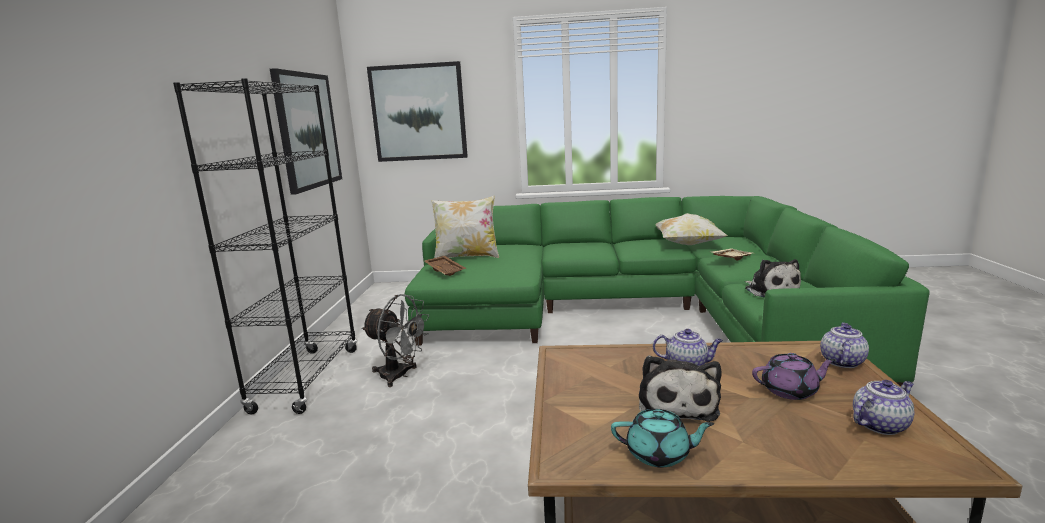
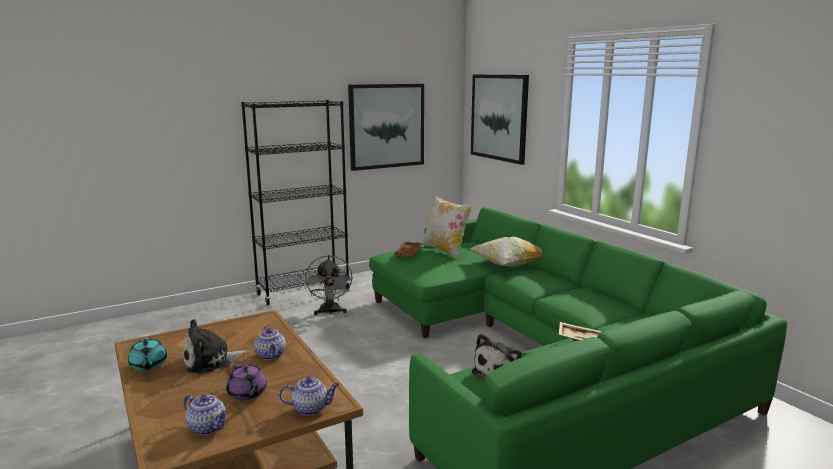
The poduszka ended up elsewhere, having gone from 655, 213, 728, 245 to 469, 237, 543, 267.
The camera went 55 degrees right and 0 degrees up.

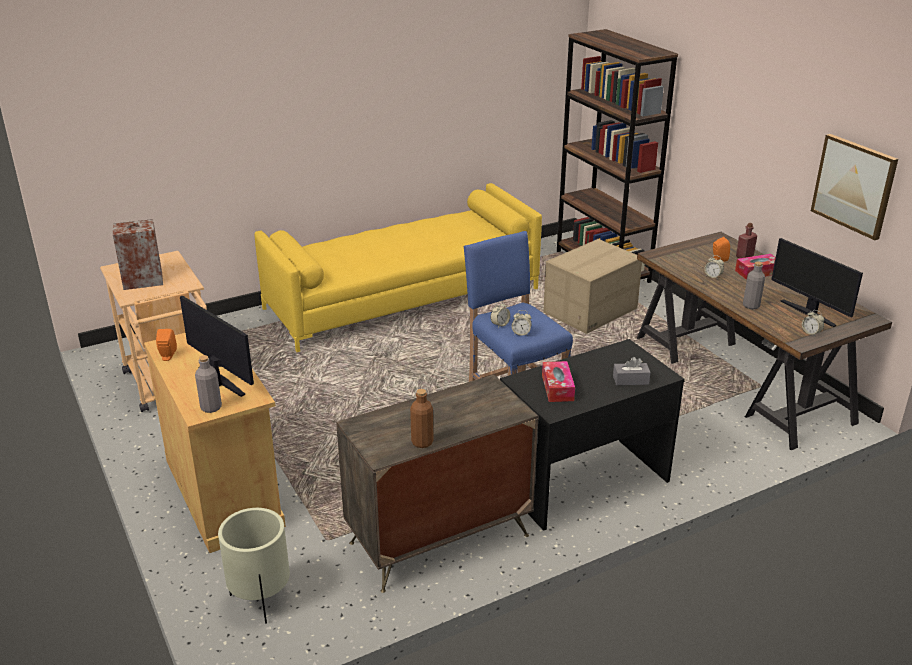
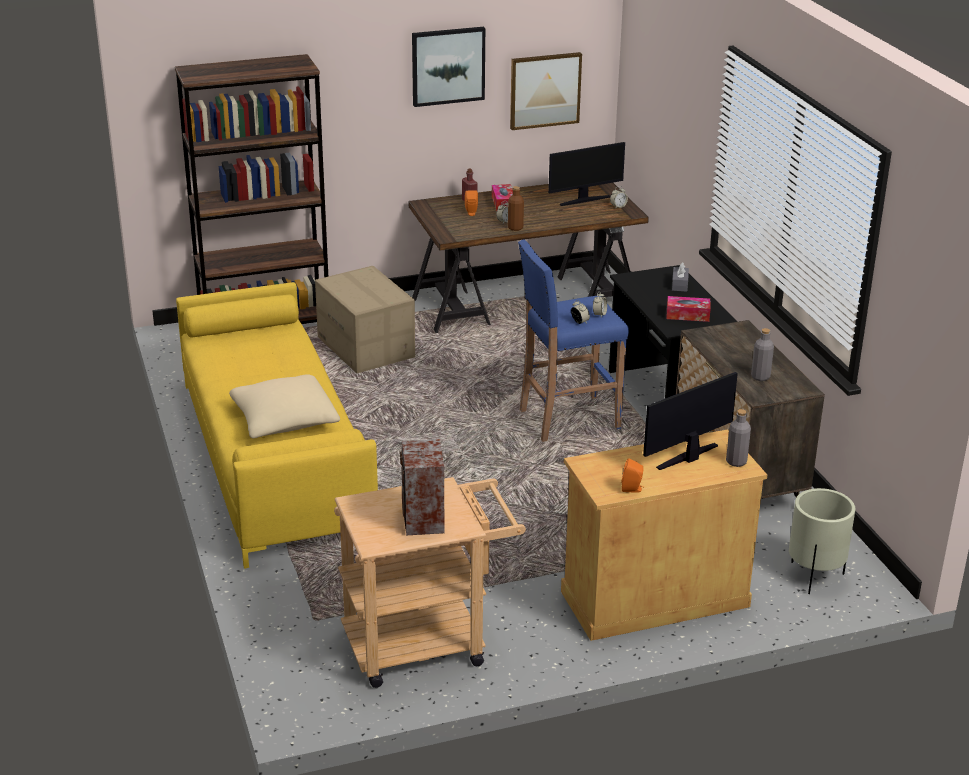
The butelka [brązowy] ended up elsewhere, having gone from 410, 389, 433, 448 to 508, 186, 524, 231.
The butelka [szary] ended up elsewhere, having gone from 743, 261, 765, 309 to 751, 328, 774, 381.
The second view gained the poduszka [beżowy] at 229, 374, 340, 439.
The second view gained the obraz at 412, 27, 485, 107.
The camera went 80 degrees left and 0 degrees up.

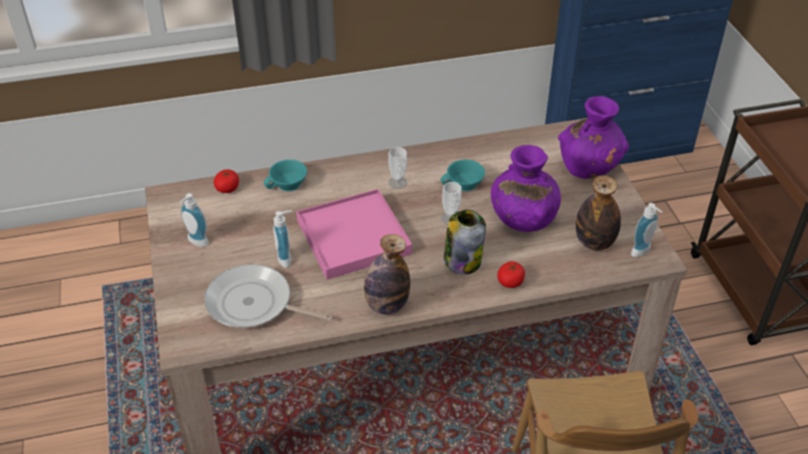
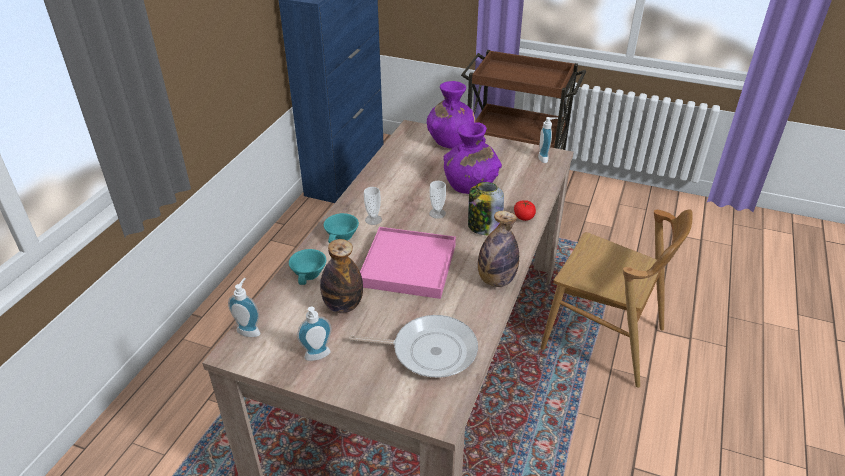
The patelnia at 204, 264, 333, 328 ended up facing another way, 135 degrees counterclockwise from before.
The second view lost the pomidor at 214, 169, 239, 193.
The dozownik mydła ended up elsewhere, having gone from 273, 210, 292, 268 to 228, 278, 260, 337.
The filiżanka [turkusowy] ended up elsewhere, having gone from 441, 160, 485, 191 to 324, 213, 359, 244.
The butelka ended up elsewhere, having gone from 576, 175, 621, 251 to 320, 239, 363, 313.
The camera went 55 degrees left and 5 degrees down.

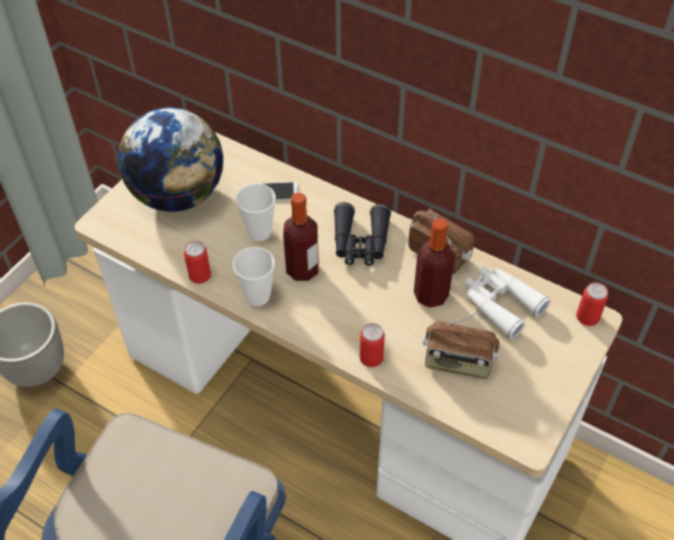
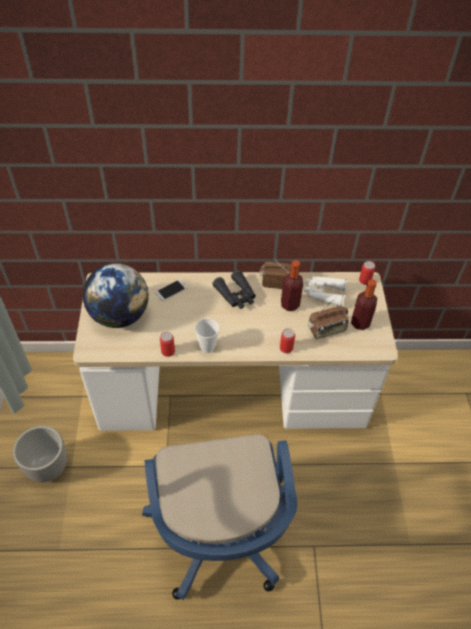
The second view lost the filiżanka at 236, 184, 276, 241.
The butelka ended up elsewhere, having gone from 283, 193, 319, 281 to 351, 279, 377, 330.
The camera went 35 degrees left and 0 degrees up.

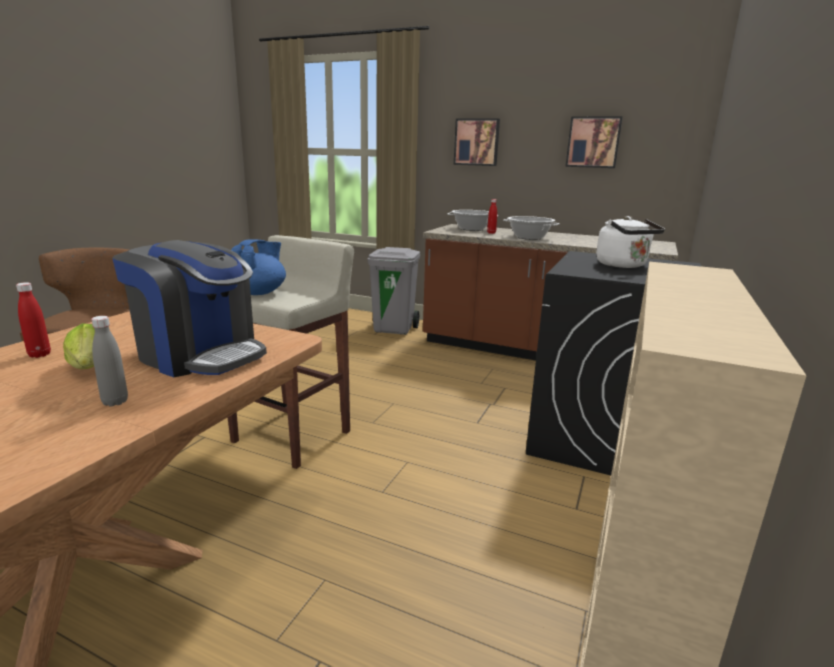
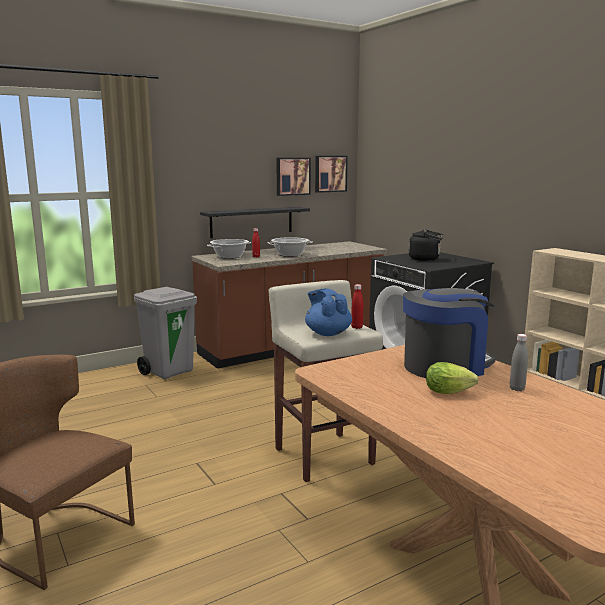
The butelka [czerwony] ended up elsewhere, having gone from 16, 282, 51, 358 to 351, 284, 363, 329.
The obraz ended up elsewhere, having gone from 454, 118, 500, 166 to 315, 156, 348, 193.
What was the czajnik [biały] at 596, 216, 665, 268 turned into the czajnik [czarny] at 409, 229, 443, 261.
The second view gained the półka [czarny] at 200, 207, 310, 238.
The camera went 55 degrees left and 5 degrees down.

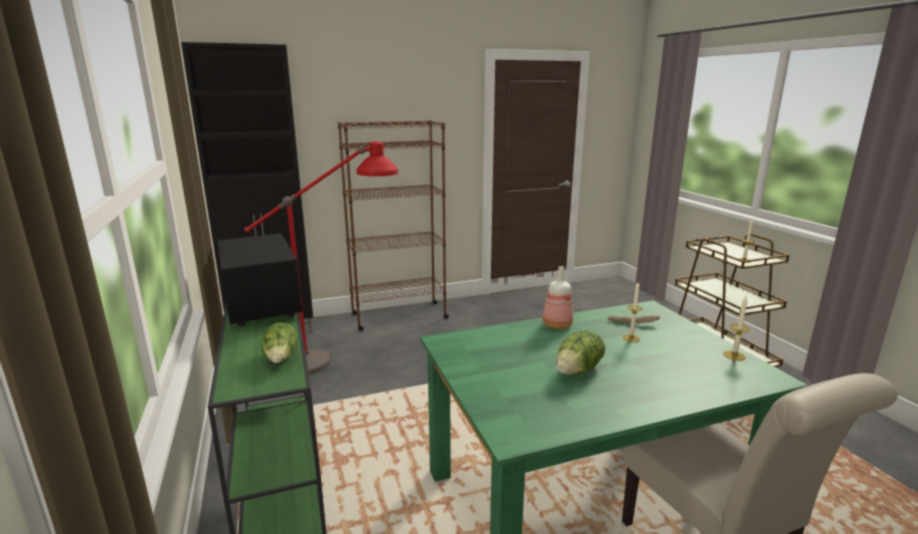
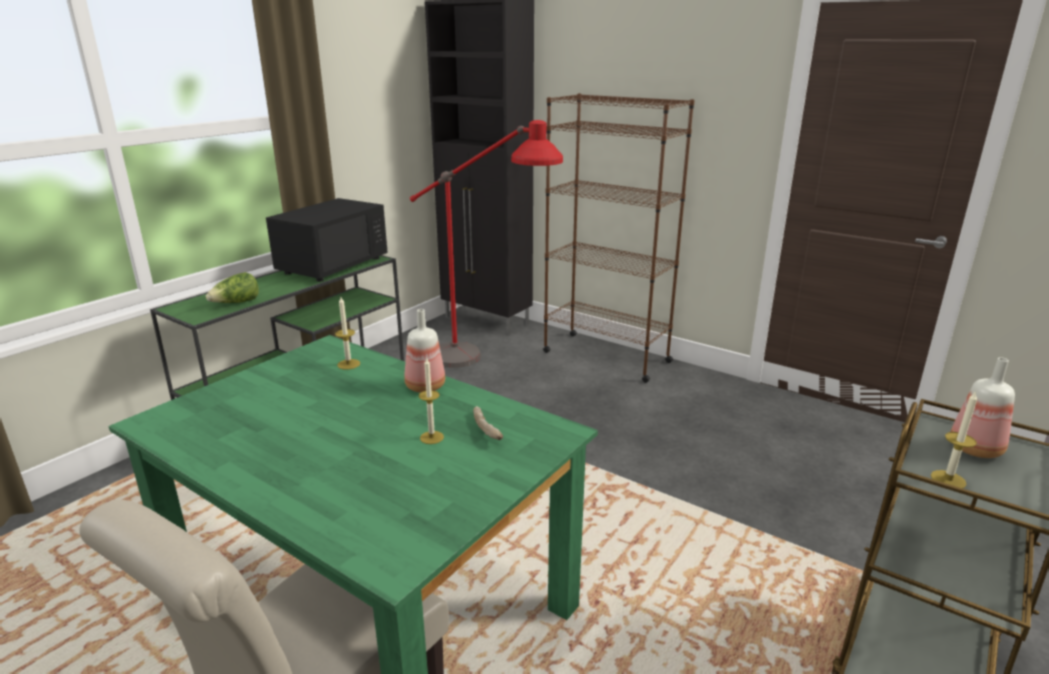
The second view lost the sałata at 556, 331, 605, 375.
The świeca ended up elsewhere, having gone from 723, 296, 750, 361 to 335, 297, 360, 369.
The second view gained the butelka at 950, 357, 1015, 458.
The camera went 55 degrees right and 5 degrees up.

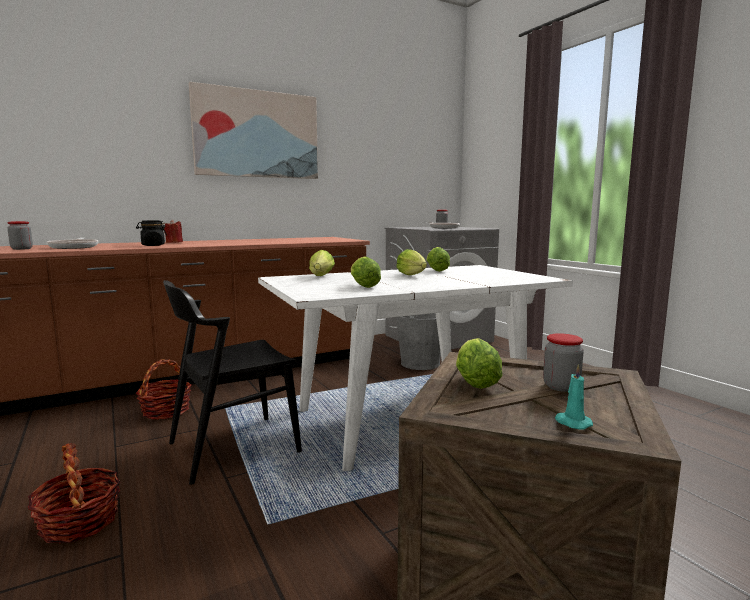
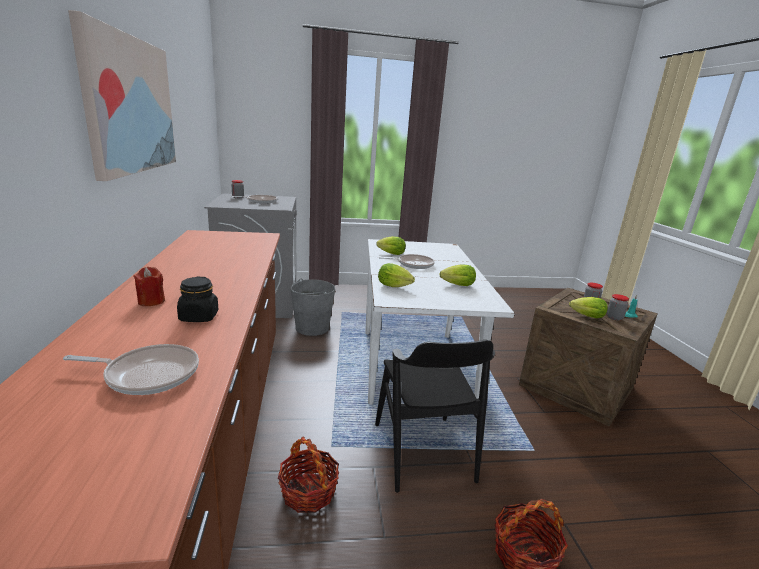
The słoik ended up elsewhere, having gone from 7, 221, 33, 250 to 607, 294, 629, 321.
Where the sałata stood at 396, 249, 427, 275, the patelnia came to stand at 379, 254, 435, 269.
The camera went 70 degrees left and 10 degrees up.

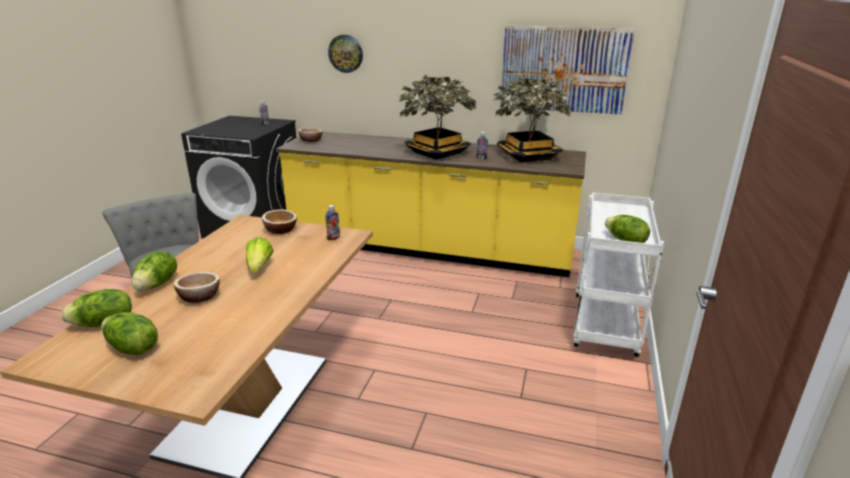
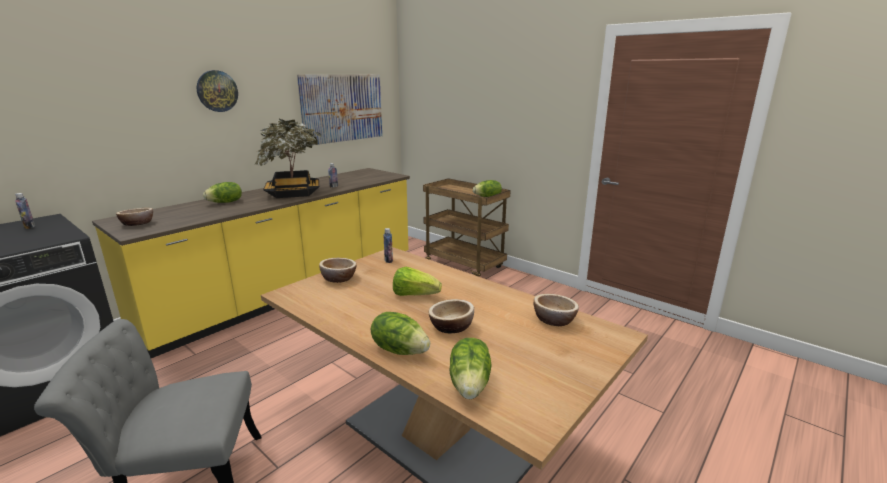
The sałata ended up elsewhere, having gone from 101, 312, 158, 355 to 203, 182, 242, 203.
The zegar ścienny ended up elsewhere, having gone from 328, 35, 363, 73 to 196, 70, 238, 112.
The second view lost the roślina doniczkowa at 493, 75, 571, 162.
What was the wózek [biały] at 573, 192, 664, 357 turned into the wózek [brązowy] at 423, 178, 511, 277.
The second view gained the miska at 534, 294, 579, 326.
The camera went 65 degrees left and 5 degrees down.

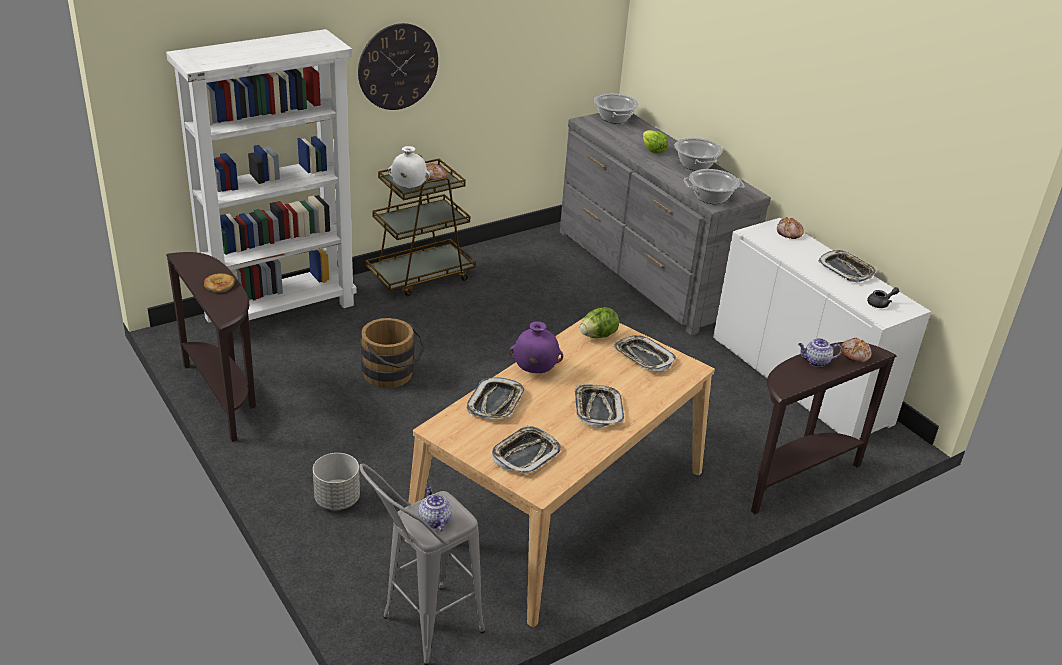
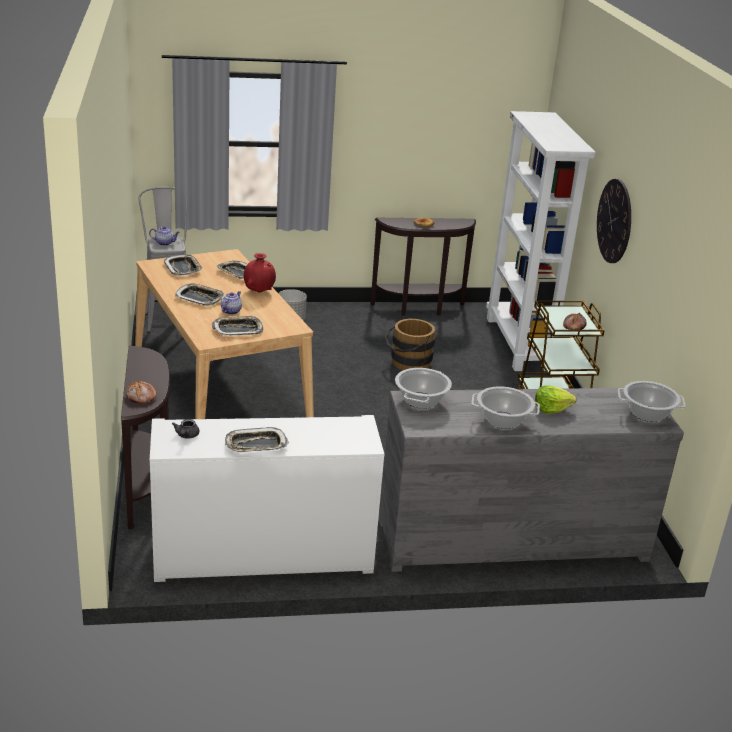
The second view lost the wazon [biały] at 388, 146, 430, 188.
What was the wazon [fioletowy] at 509, 321, 563, 373 turned into the wazon [czerwony] at 244, 253, 276, 293.
The second view lost the sałata at 580, 307, 619, 338.
The second view lost the chleb at 777, 217, 804, 239.
The imbryk ended up elsewhere, having gone from 798, 338, 842, 367 to 221, 291, 242, 315.
The camera went 115 degrees right and 5 degrees down.

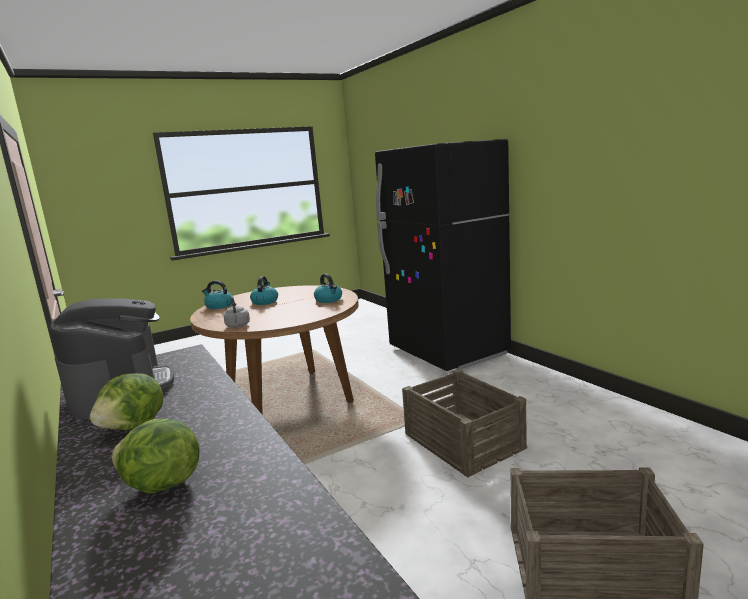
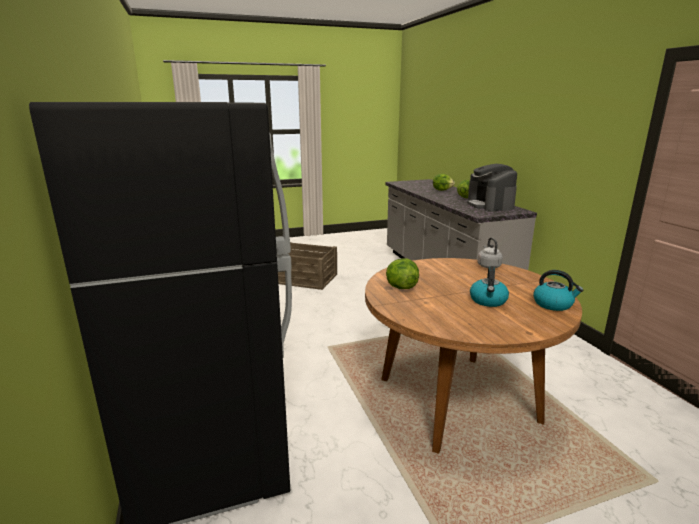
Where the czajnik stood at 314, 273, 342, 303, the sałata came to stand at 386, 258, 419, 289.
The second view lost the skrzynka at 402, 369, 527, 477.
The camera went 170 degrees left and 5 degrees up.

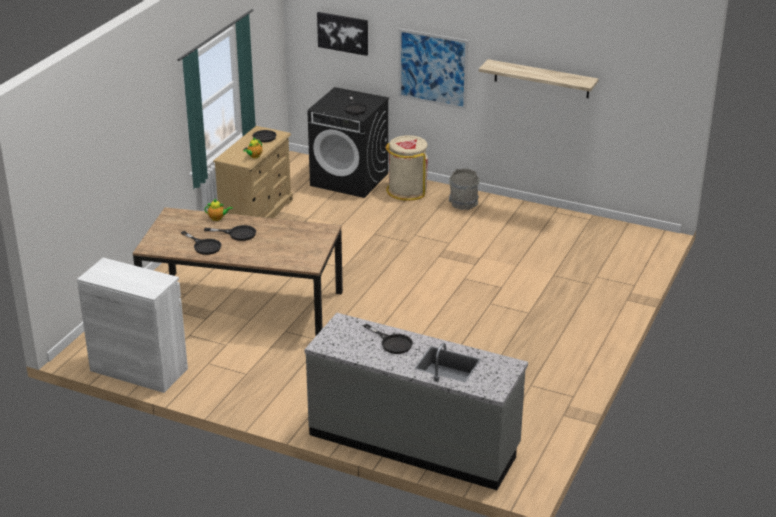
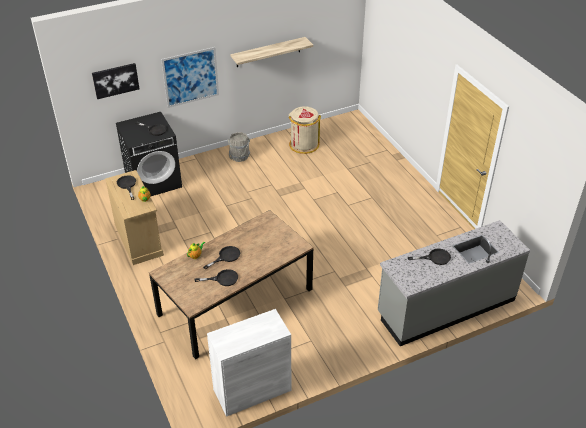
The kosz na śmieci [beżowy] ended up elsewhere, having gone from 385, 135, 428, 201 to 289, 106, 321, 154.
The camera went 50 degrees left and 10 degrees up.

